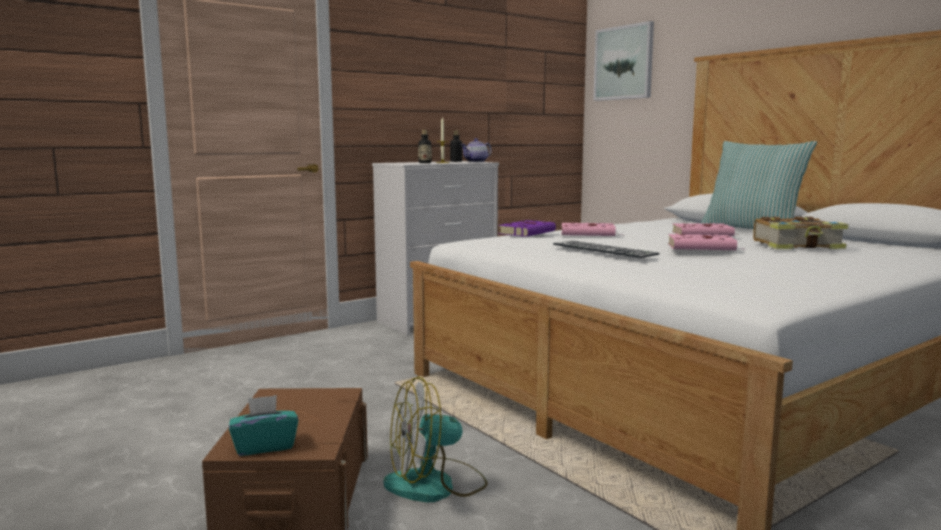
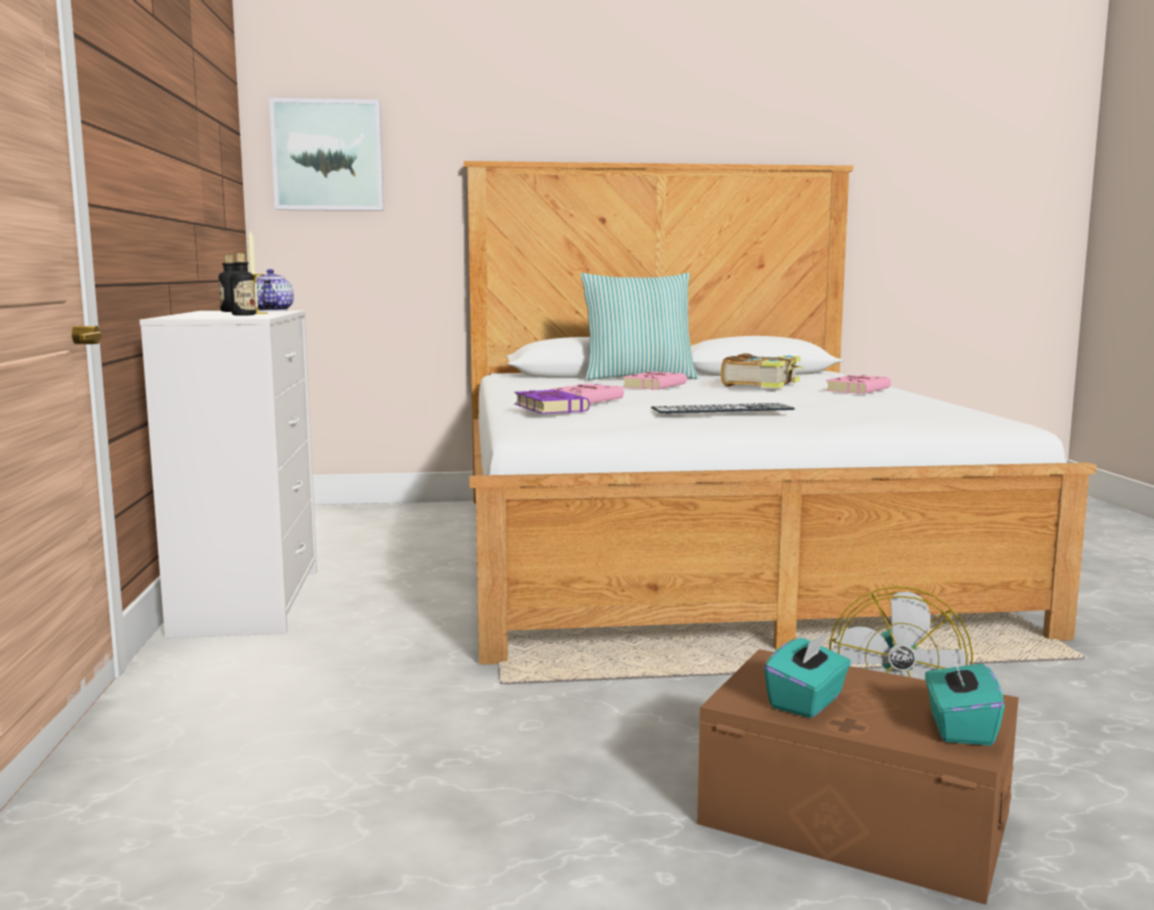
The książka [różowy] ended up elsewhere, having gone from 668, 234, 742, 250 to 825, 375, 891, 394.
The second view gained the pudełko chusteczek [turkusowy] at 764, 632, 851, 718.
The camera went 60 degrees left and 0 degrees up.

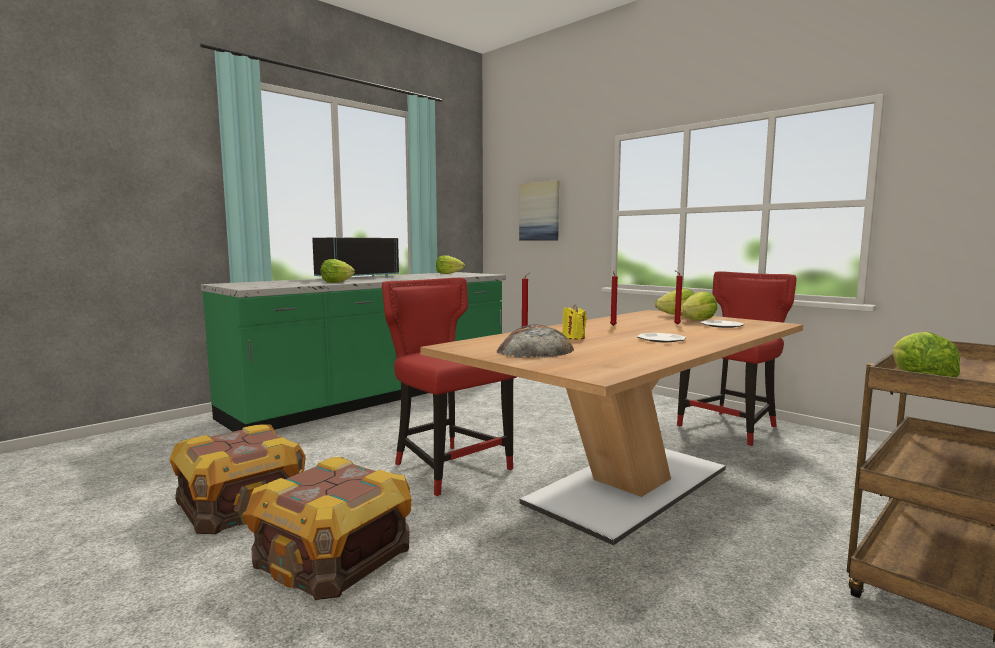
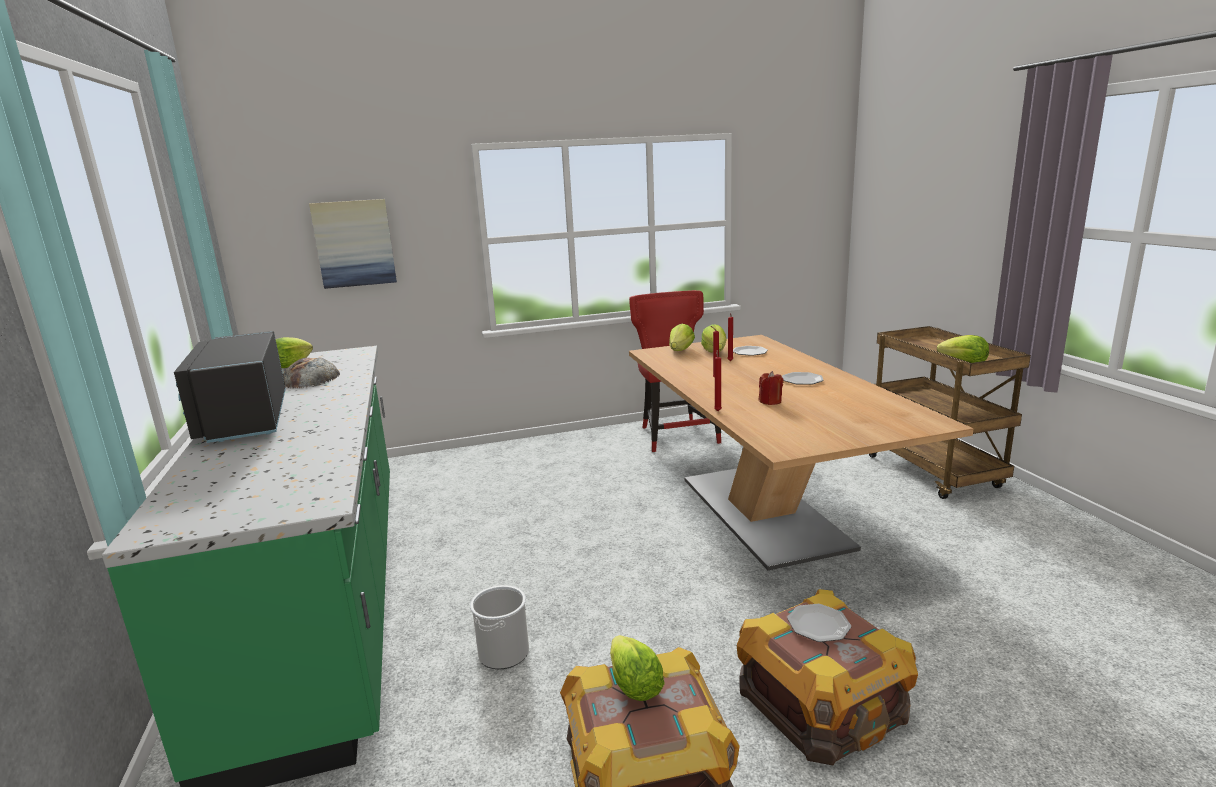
The sałata ended up elsewhere, having gone from 320, 259, 355, 283 to 610, 635, 665, 701.
The second view lost the krzesło [czerwony] at 382, 278, 517, 496.
The chleb ended up elsewhere, having gone from 497, 324, 574, 358 to 283, 358, 340, 389.
What was the świeca [żółty] at 562, 305, 587, 339 turned into the świeca [czerwony] at 759, 371, 784, 405.
The second view gained the wiadro at 470, 585, 529, 669.
The second view gained the talerz at 787, 604, 851, 642.
The camera went 60 degrees left and 10 degrees up.

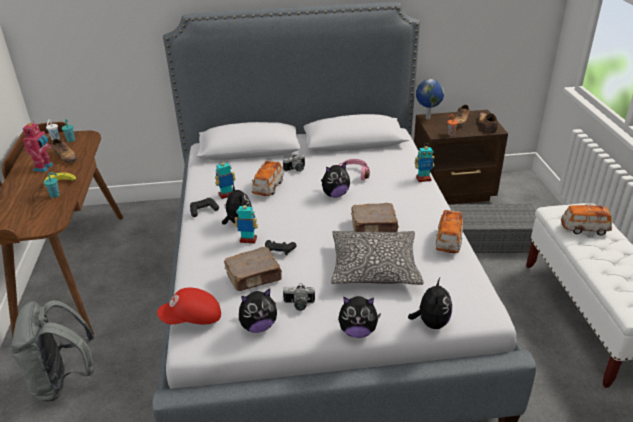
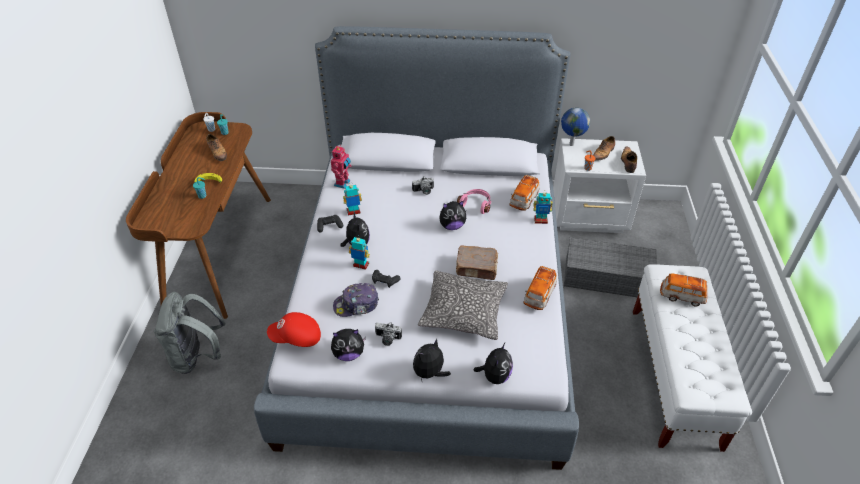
The robot zabawkowy ended up elsewhere, having gone from 23, 121, 53, 172 to 331, 145, 351, 189.
Where the książka [brązowy] stood at 224, 247, 282, 291, the czapka z daszkiem came to stand at 333, 283, 379, 317.
The samochodzik ended up elsewhere, having gone from 252, 160, 284, 196 to 509, 175, 540, 211.
The pluszak at 338, 296, 381, 338 ended up facing another way, 120 degrees clockwise from before.
What was the szafka nocna [brązowy] at 414, 110, 508, 204 turned into the szafka nocna [biały] at 553, 138, 646, 233.
The camera went 10 degrees right and 10 degrees up.

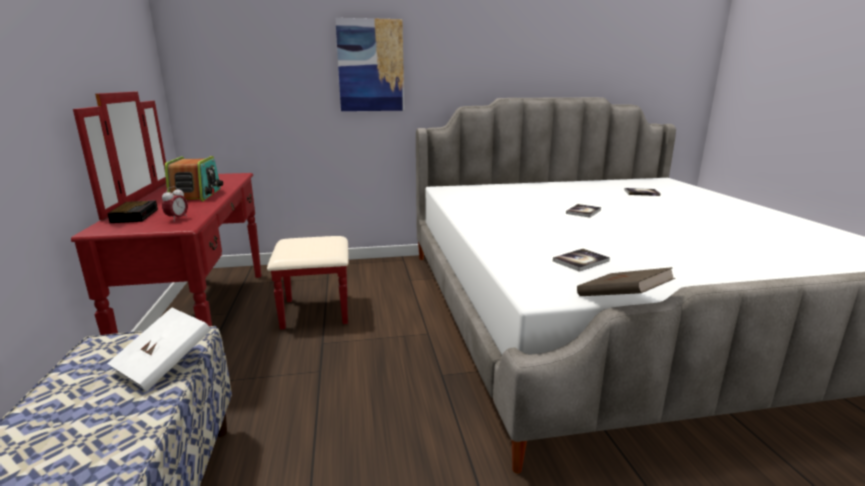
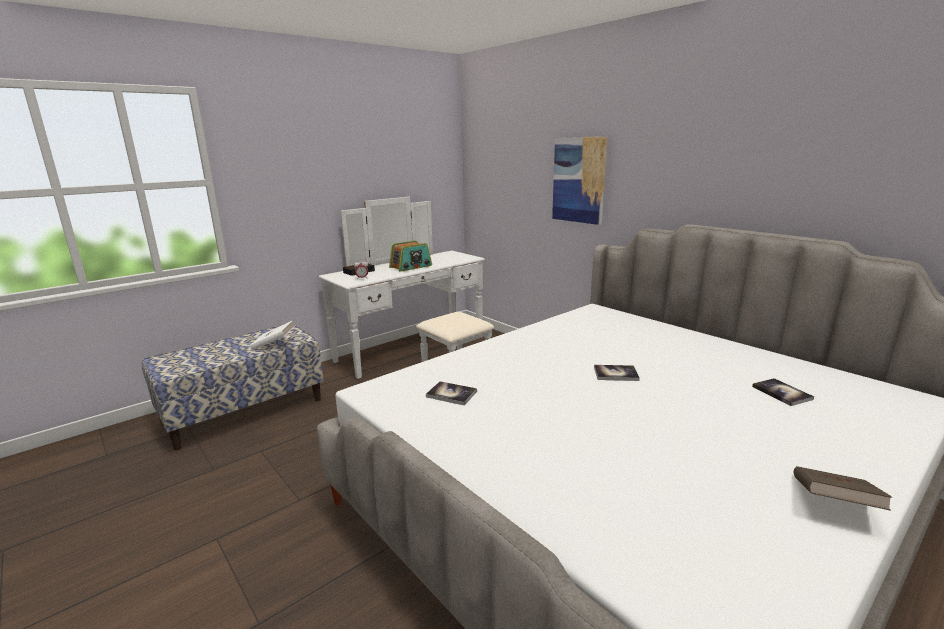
What was the komoda [czerwony] at 71, 91, 349, 335 turned into the komoda [biały] at 319, 197, 494, 379.
The książka [brązowy] ended up elsewhere, having gone from 577, 267, 675, 296 to 794, 466, 892, 511.
The camera went 60 degrees right and 0 degrees up.

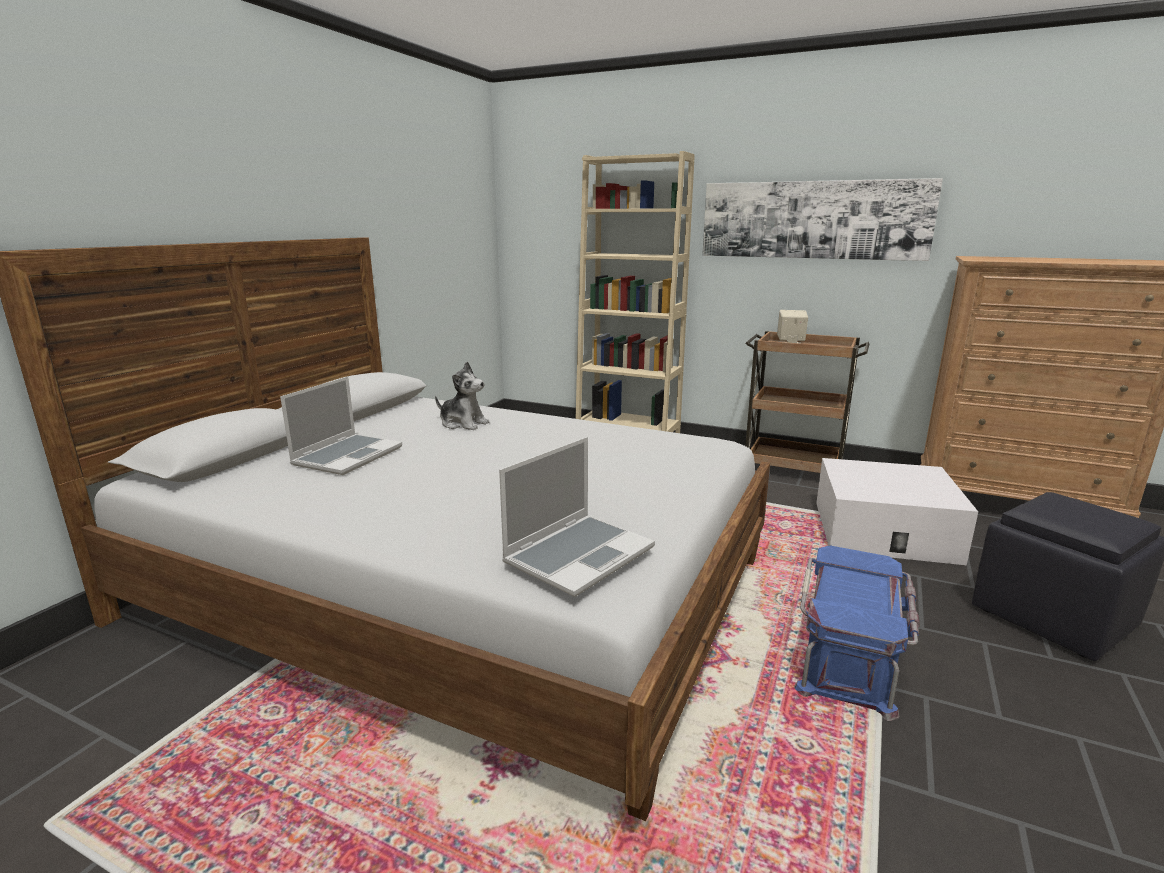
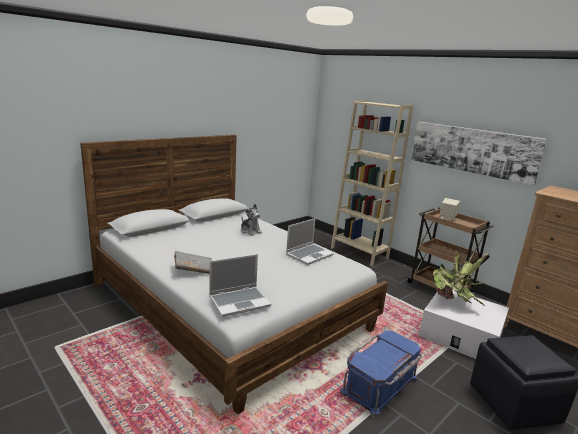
The laptop ended up elsewhere, having gone from 280, 376, 402, 475 to 286, 218, 334, 265.
The second view gained the książka [szary] at 174, 251, 212, 274.
The second view gained the roślina doniczkowa at 433, 253, 490, 306.
The camera went 20 degrees right and 0 degrees up.

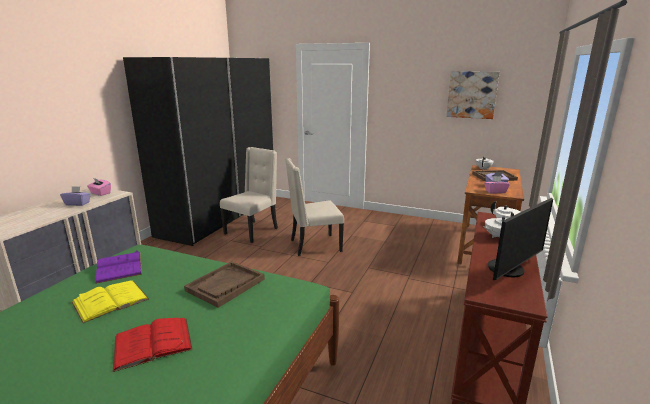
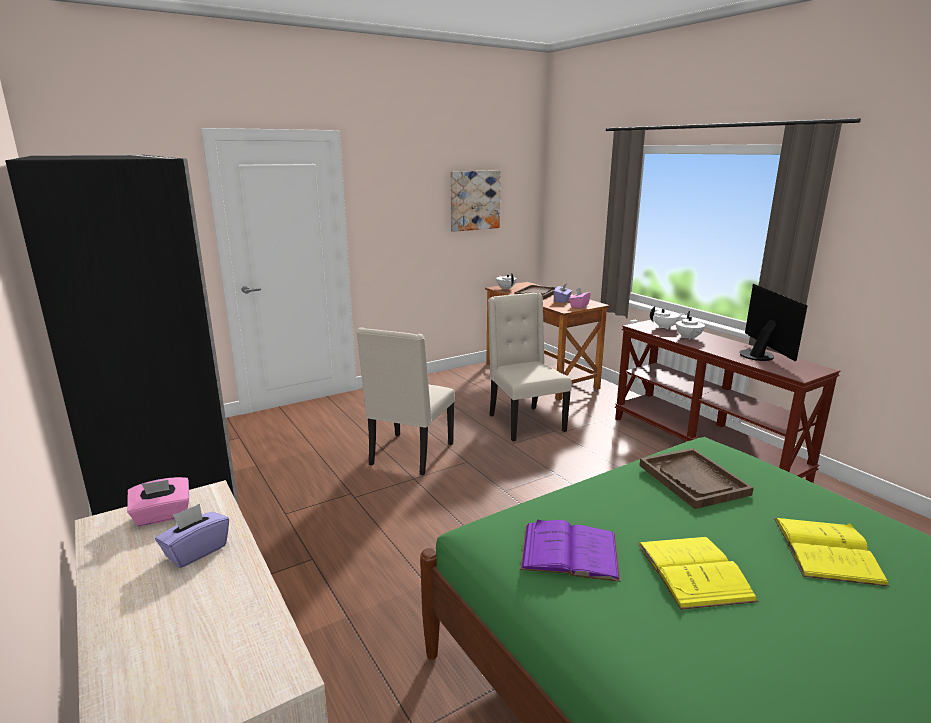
What was the książka [czerwony] at 113, 318, 193, 372 turned into the książka [żółty] at 774, 518, 889, 587.
The krzesło [beżowy] ended up elsewhere, having gone from 220, 147, 278, 243 to 488, 293, 572, 441.
The camera went 55 degrees left and 0 degrees up.

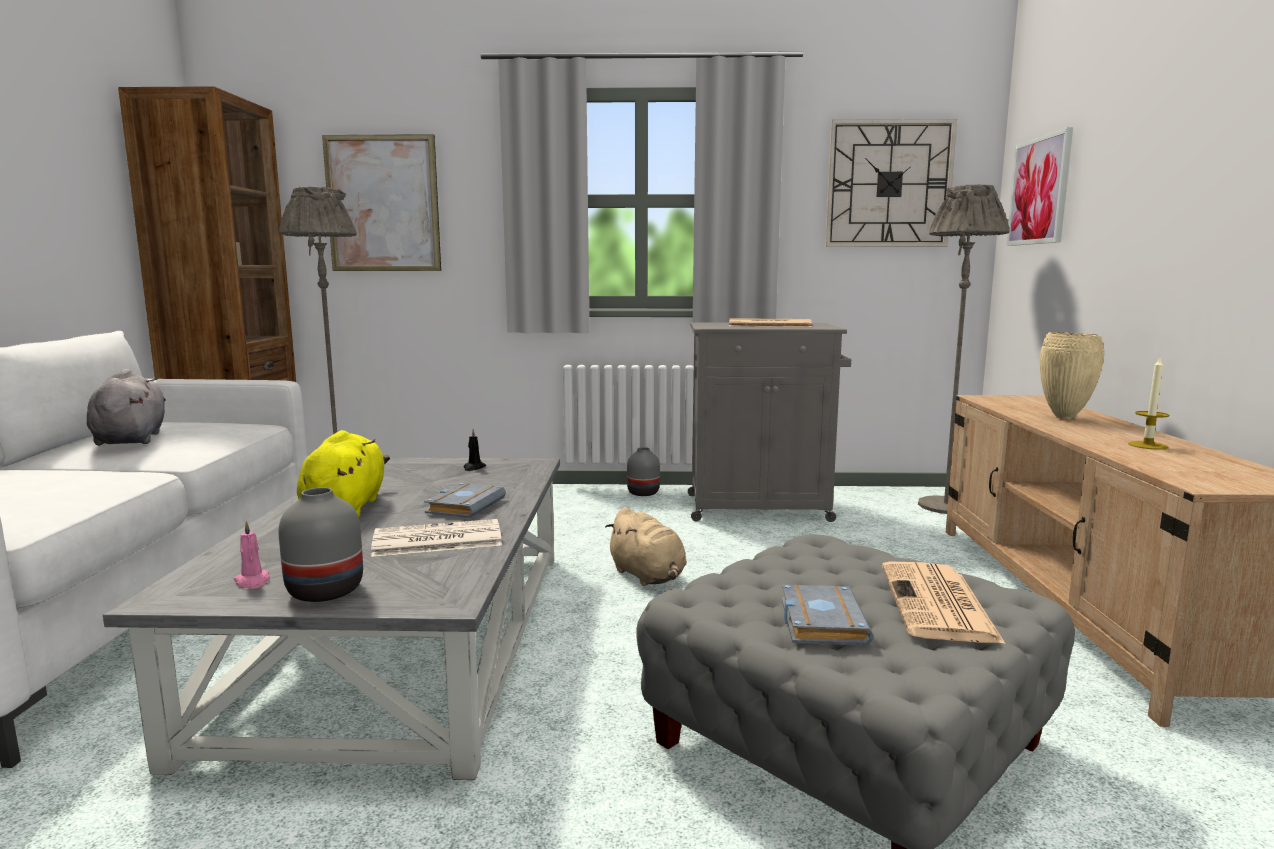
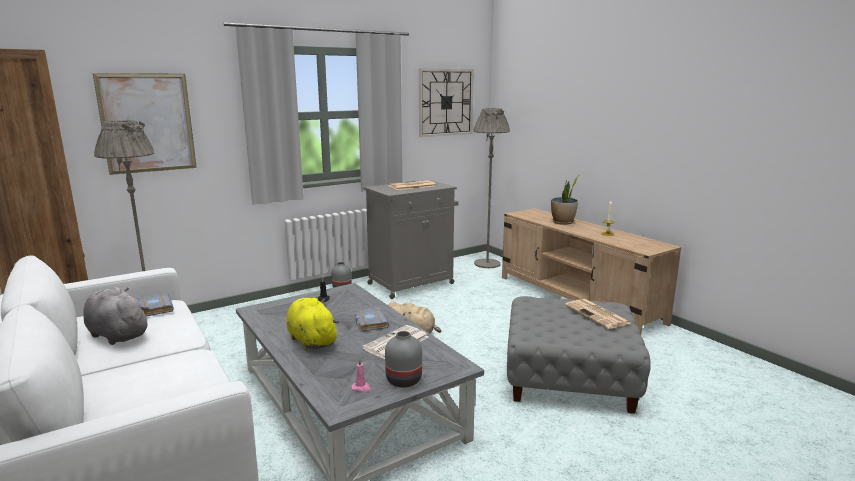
The książka [szary] ended up elsewhere, having gone from 782, 584, 873, 646 to 137, 292, 174, 316.
The second view lost the obraz at 1006, 127, 1073, 246.
Where the wazon [beżowy] stood at 1040, 332, 1105, 419, the roślina doniczkowa came to stand at 551, 175, 579, 225.
The camera went 35 degrees left and 5 degrees up.

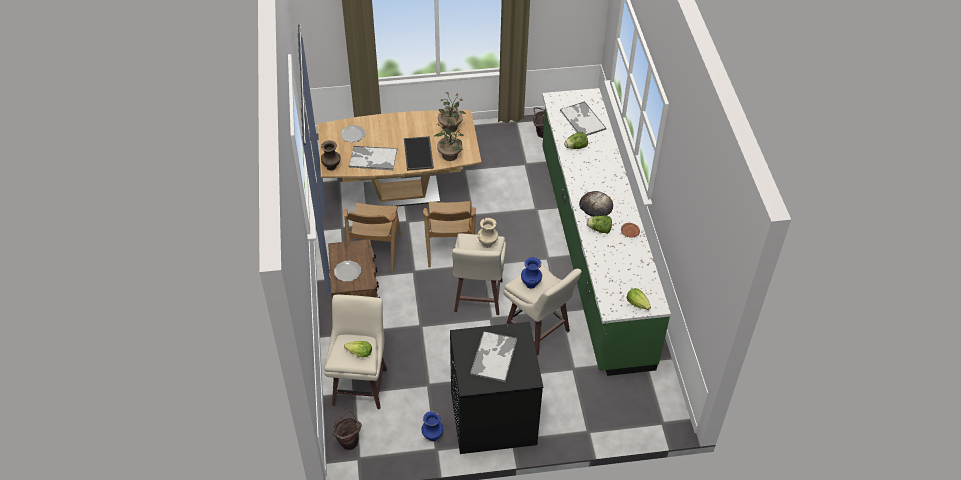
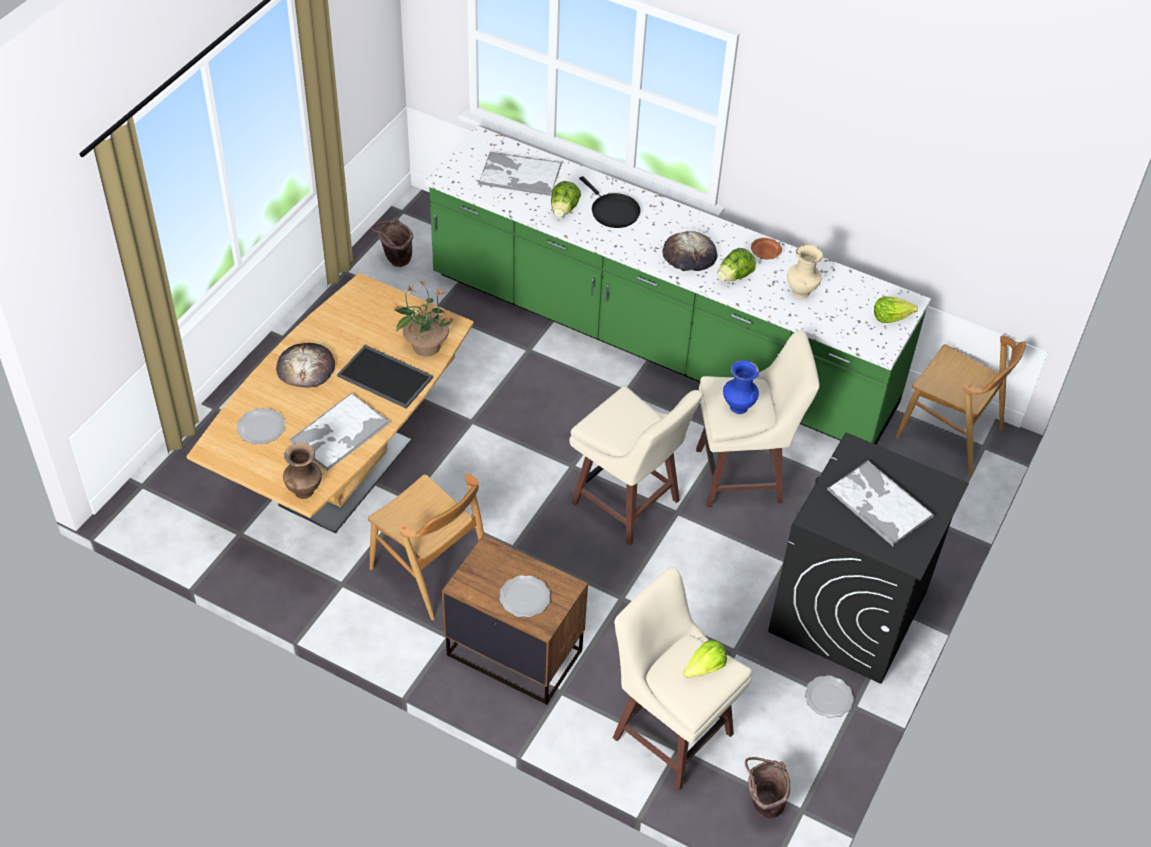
Where the wazon [niebieski] stood at 421, 411, 443, 441, the talerz came to stand at 805, 675, 854, 718.
The krzesło [brązowy] ended up elsewhere, having gone from 423, 201, 476, 268 to 896, 335, 1026, 475.
The second view lost the roślina doniczkowa at 438, 92, 466, 132.
The wazon [beżowy] ended up elsewhere, having gone from 478, 217, 498, 248 to 787, 244, 823, 299.
The second view gained the chleb at 276, 343, 335, 388.
The second view gained the patelnia [czarny] at 579, 176, 640, 228.
The camera went 55 degrees left and 0 degrees up.

